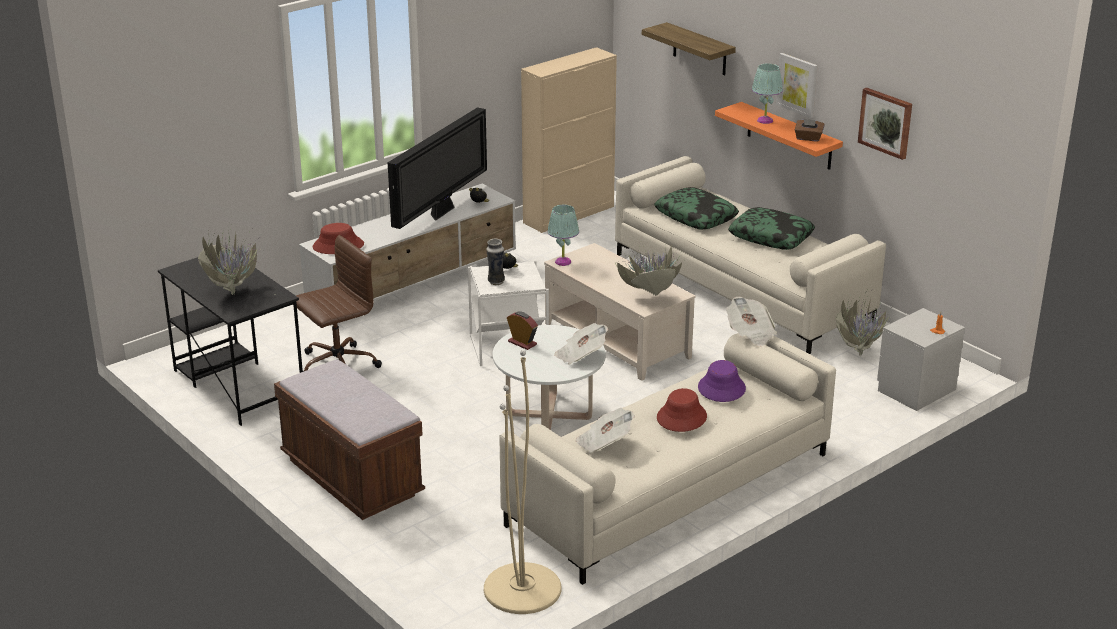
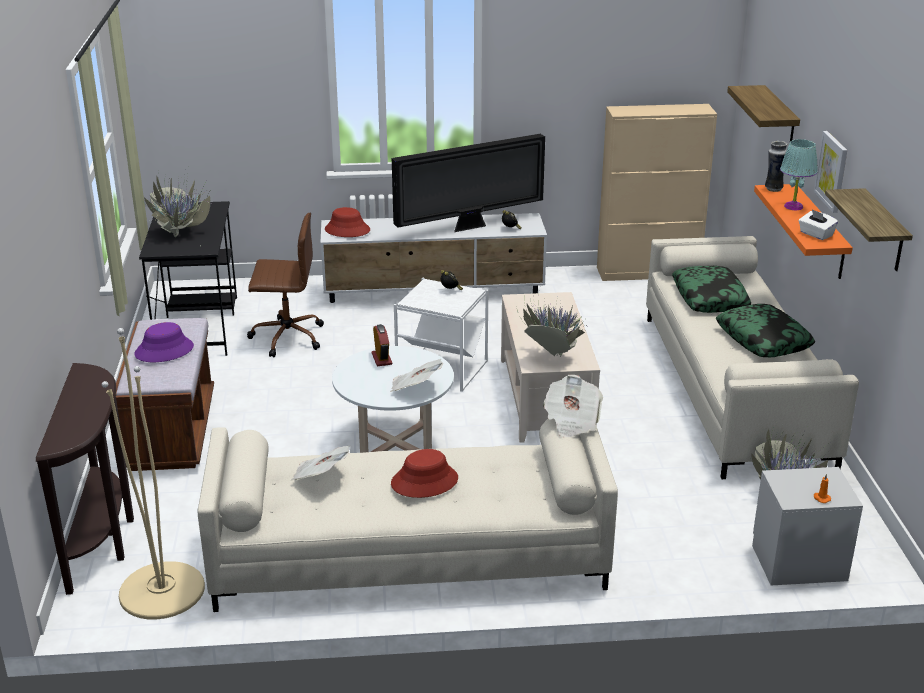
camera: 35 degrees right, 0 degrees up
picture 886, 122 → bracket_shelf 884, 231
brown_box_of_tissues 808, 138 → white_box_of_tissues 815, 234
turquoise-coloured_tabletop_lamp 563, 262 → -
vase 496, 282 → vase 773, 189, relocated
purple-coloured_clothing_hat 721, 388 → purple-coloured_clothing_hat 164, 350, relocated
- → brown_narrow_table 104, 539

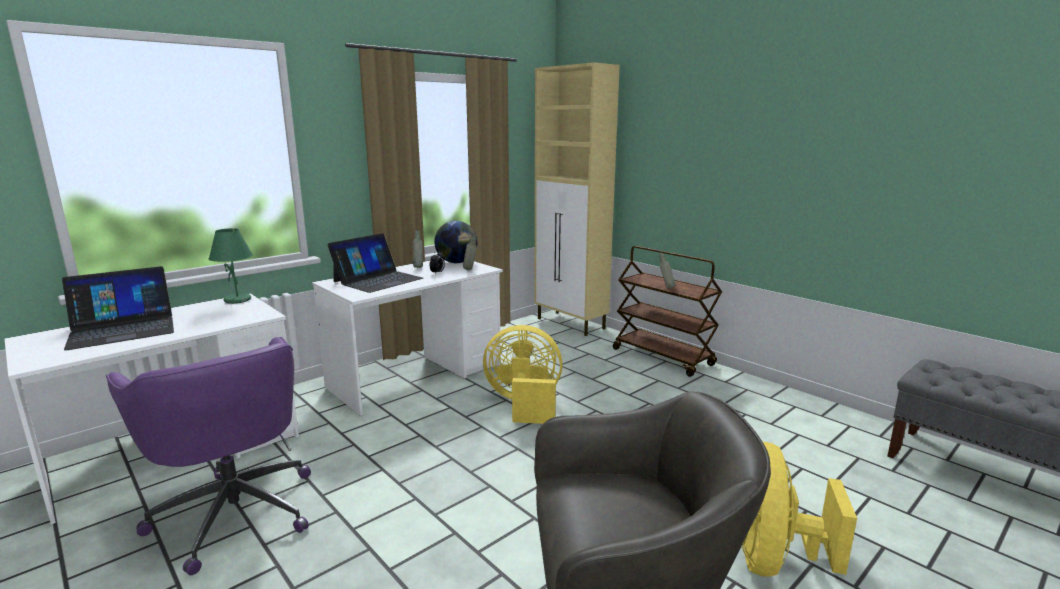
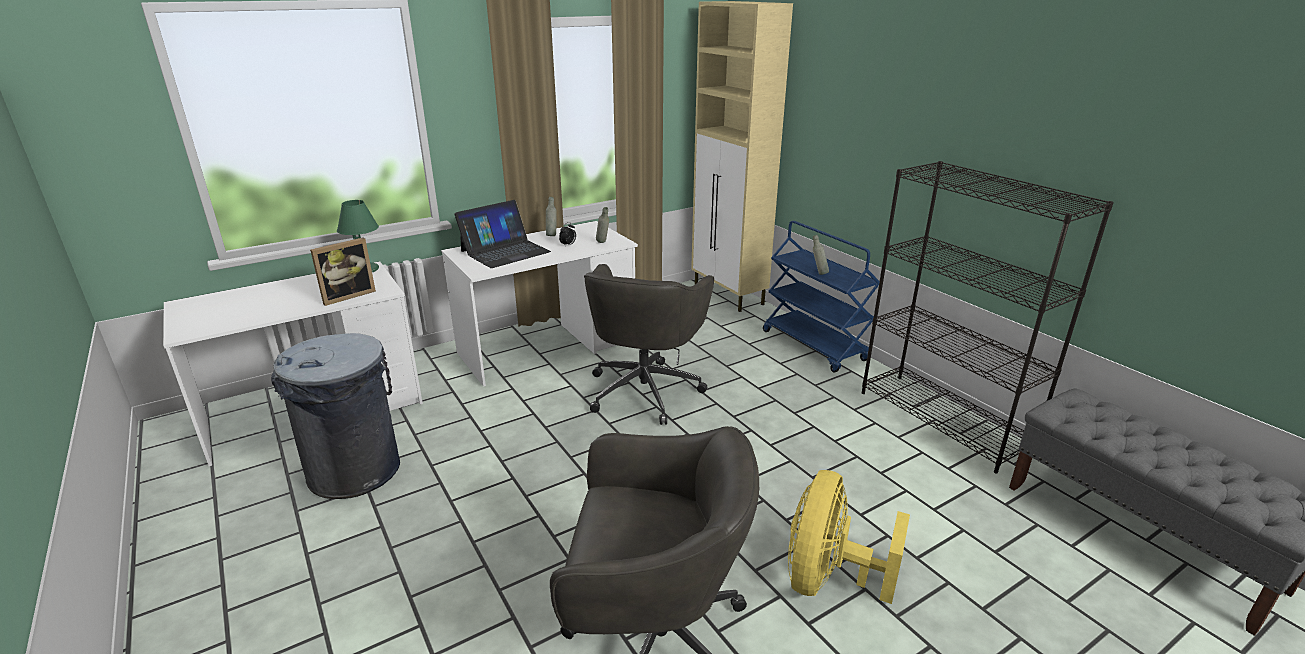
camera: 10 degrees right, 10 degrees up
globe 457, 262 → -
brown_trolley 663, 357 → blue-coloured_trolley 814, 346
notebook_computer 123, 329 → -
yellowish_electric_fan 524, 404 → greyish_desk_chair 645, 389
purple-coloured_desk_chair 235, 510 → greyish_trash_can 355, 471
- → black_bookshelf 944, 420
- → photo_frame 347, 295

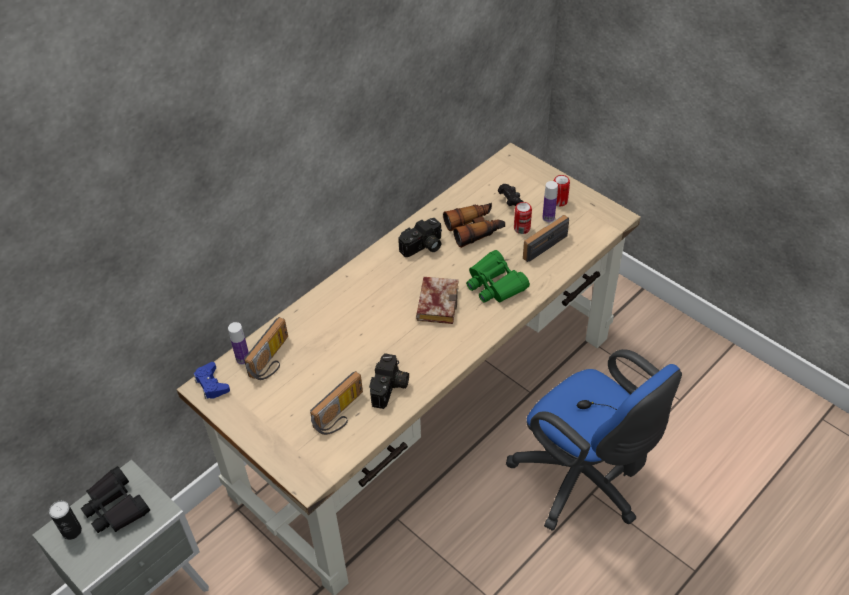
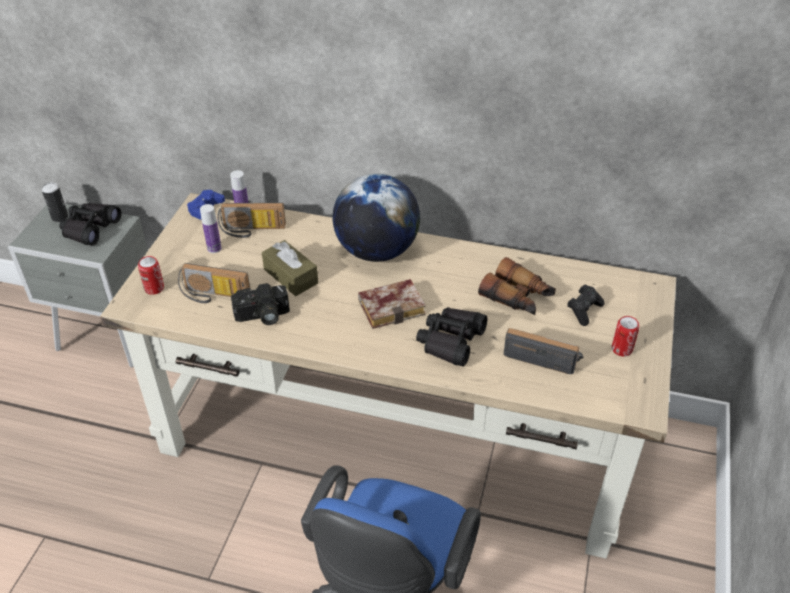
camera: 60 degrees right, 5 degrees down
drink_bottle 548, 218 → drink_bottle 214, 248, relocated
metal_can 522, 228 → metal_can 154, 288, relocated
still_camera 423, 247 → -
green-coloured_field_glasses 494, 284 → black_field_glasses 450, 341
- → globe 376, 251
- → brown_box_of_tissues 291, 276

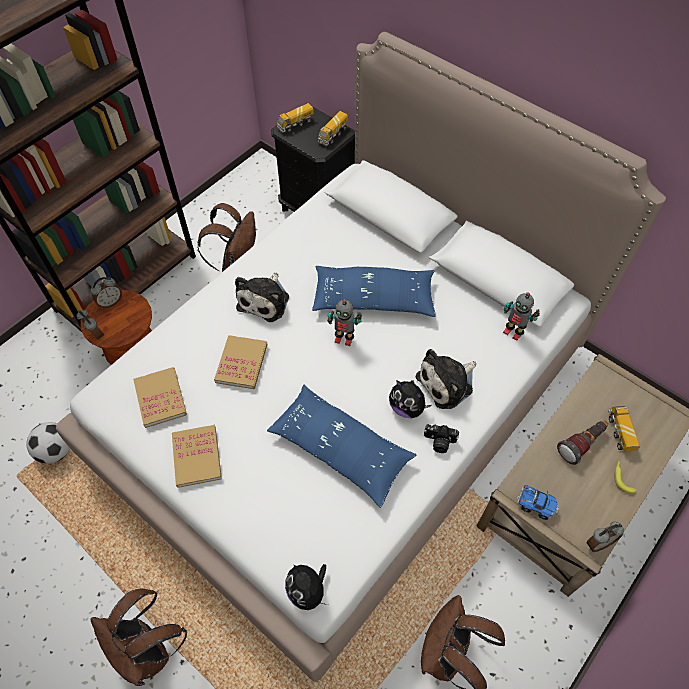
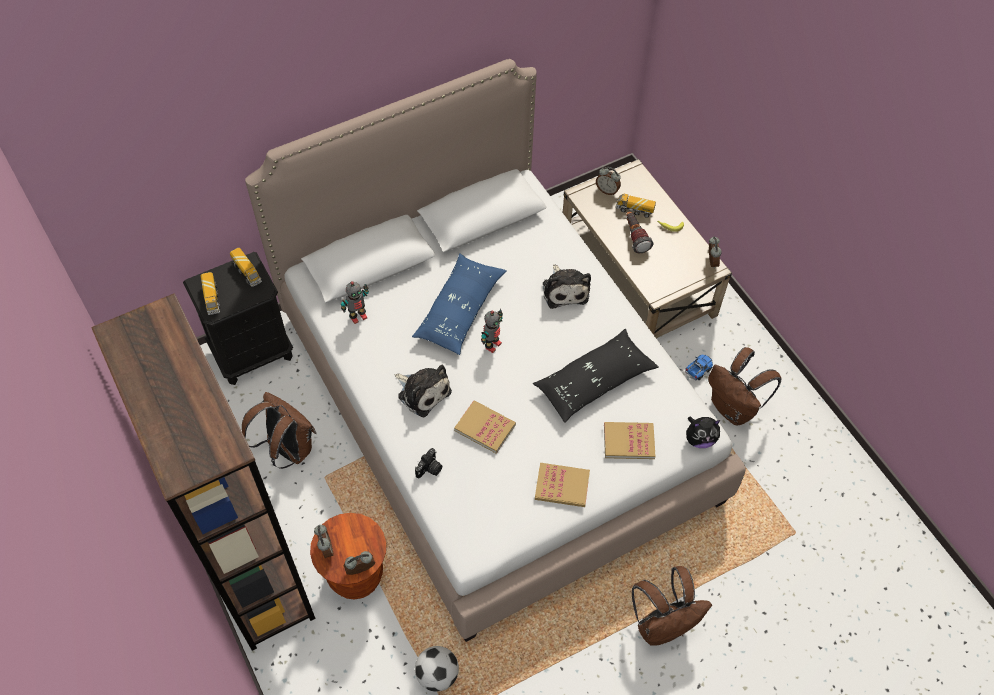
camera: 70 degrees left, 0 degrees up
robot_figure 513, 332 → robot_figure 358, 316, relocated
bound_book 160, 398 → bound_book 629, 441, relocated
cuddly_toy 407, 407 → -
blue-coloured_pillow 340, 449 → black_pillow 594, 382
still_camera 439, 442 → still_camera 429, 469, relocated
toy_lorry 535, 505 → toy_lorry 698, 370, relocated
- → table_clock 607, 190

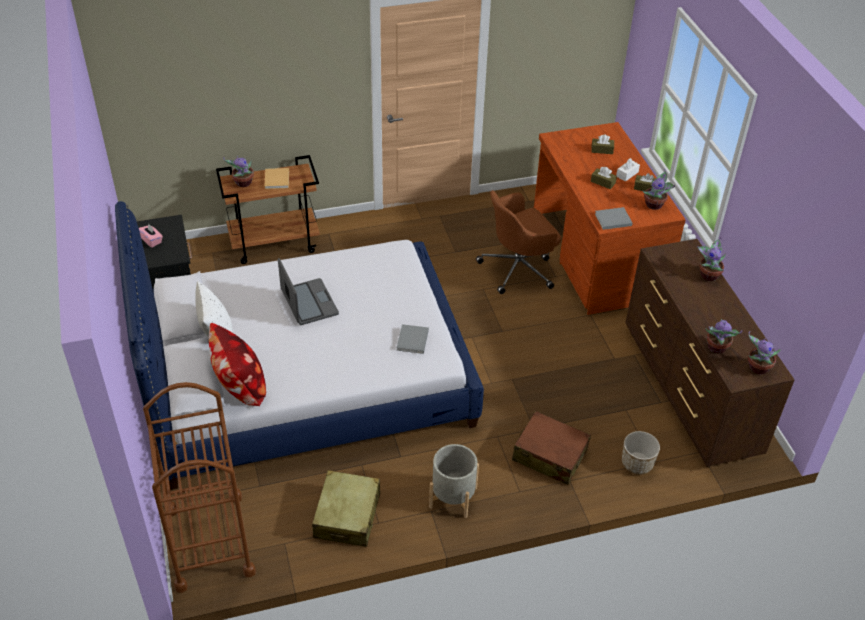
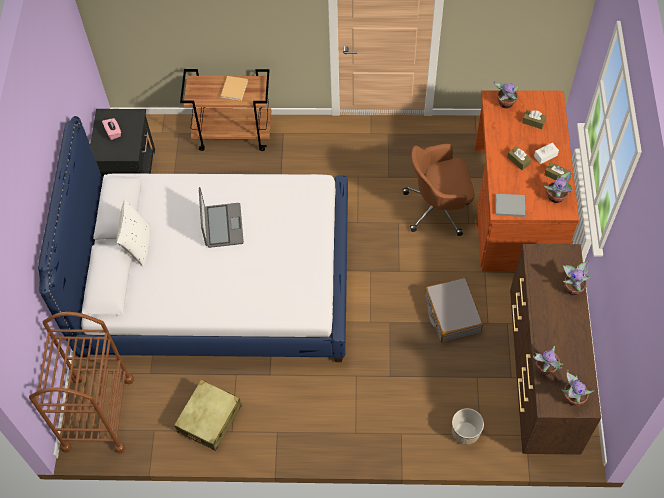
camera: 20 degrees right, 15 degrees up
houseplant 243, 183 → houseplant 505, 103, relocated
pillow 240, 387 → -
greyish_bound_book 412, 341 → -
brown_suitcase 549, 455 → -
greyish_plant_pot 453, 497 → -
- → greyish_suitcase 452, 314

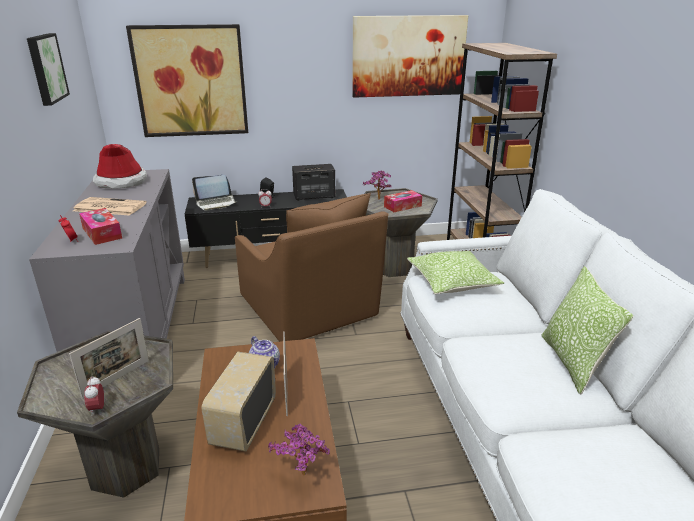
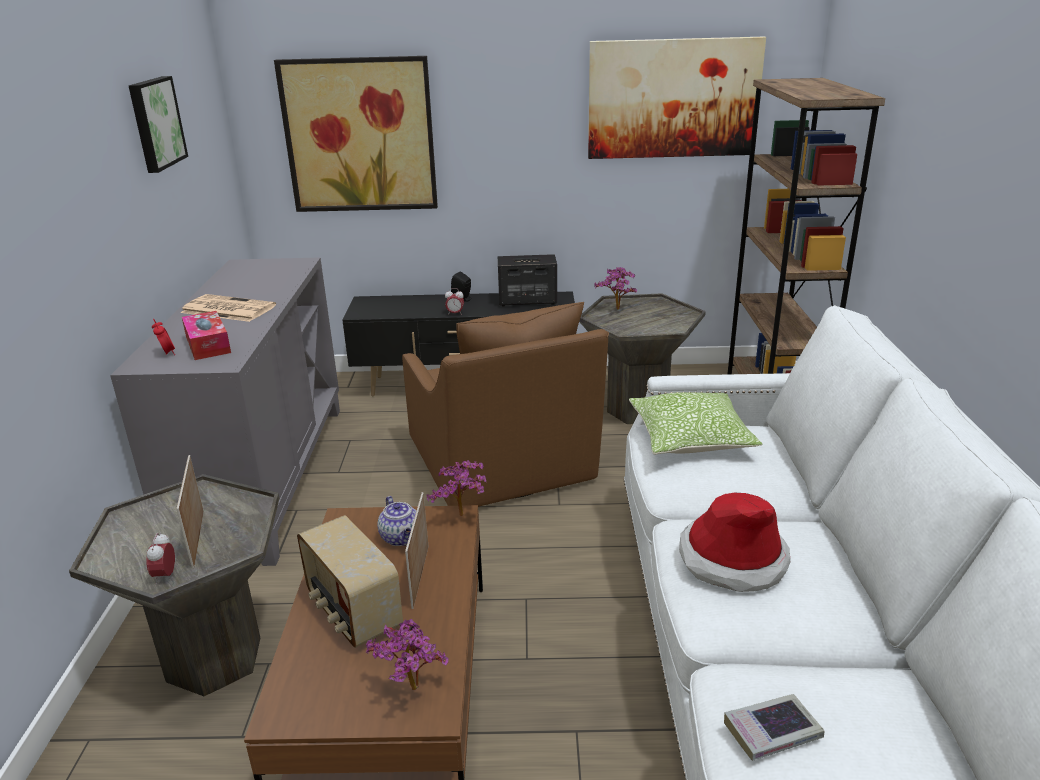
camera: 10 degrees right, 0 degrees up
clothing_hat 121, 182 → clothing_hat 732, 559, relocated
notebook_computer 216, 203 → -
box_of_tissues 402, 206 → -
pillow 572, 362 → -
photo_frame 117, 378 → photo_frame 198, 539, 120 degrees clockwise
radio_set 243, 423 → radio_set 352, 612, 60 degrees counterclockwise
- → houseplant 463, 518
- → bound_book 772, 732

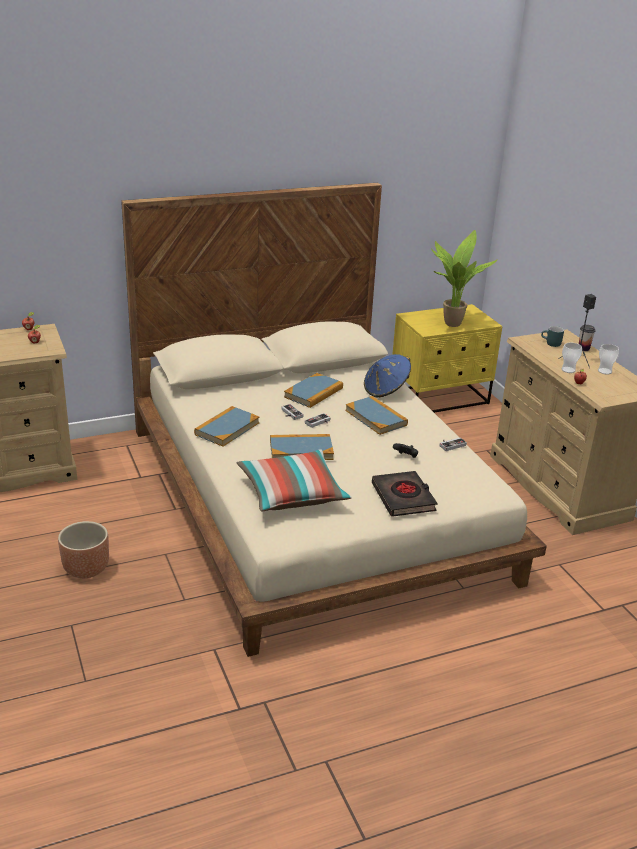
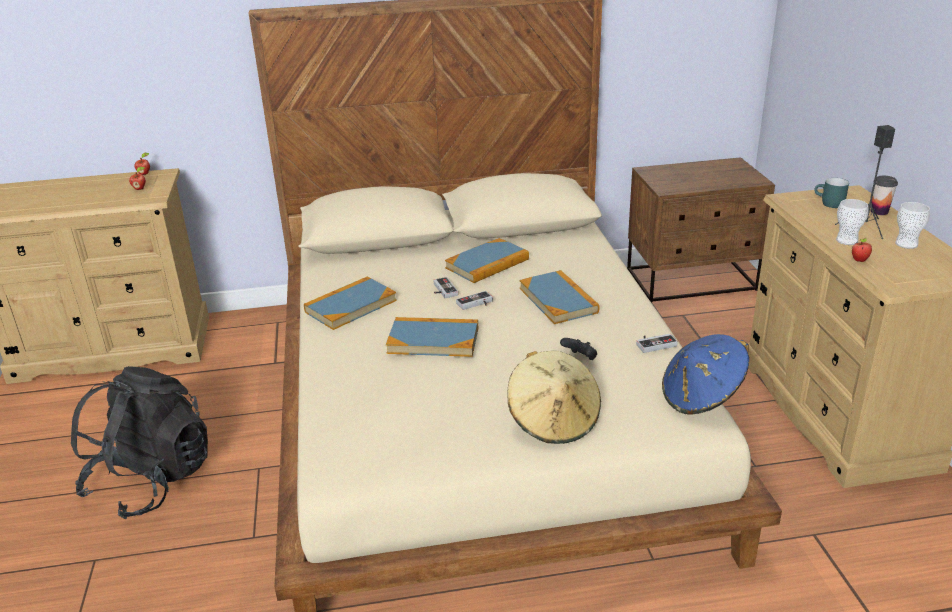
camera: 15 degrees right, 0 degrees up
houseplant 450, 323 → -
yellowish_bedside_table 440, 398 → brown_bedside_table 692, 280
blue-coloured_clothing_hat 386, 390 → blue-coloured_clothing_hat 702, 397, relocated
pillow 292, 494 → -
black_bound_book 403, 498 → sand-coloured_clothing_hat 553, 421
brown_plant_pot 85, 569 → black_rucksack 151, 481

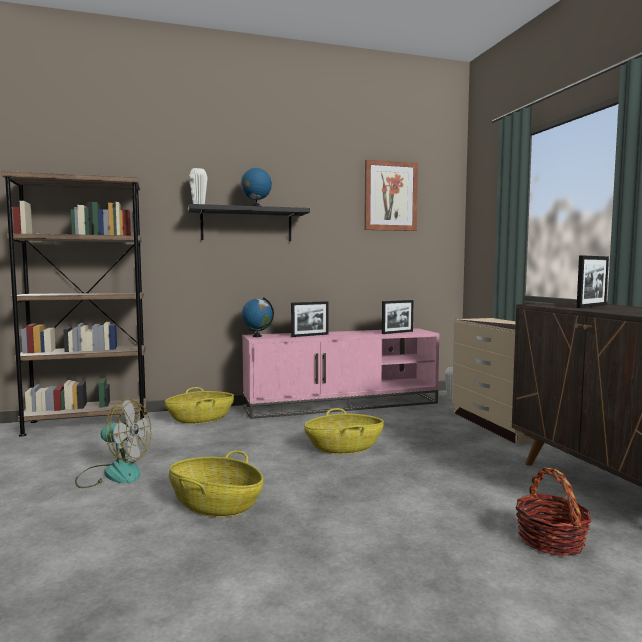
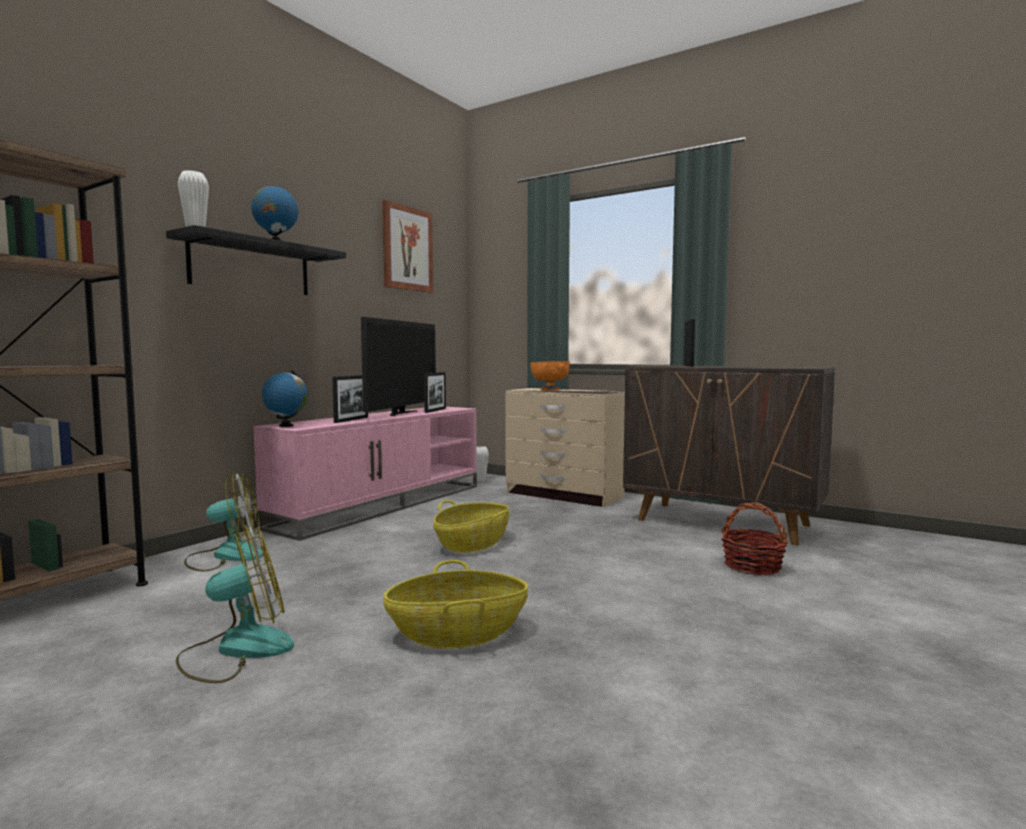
camera: 40 degrees left, 0 degrees up
storage_basket 200, 419 → electric_fan 225, 556
- → TV 401, 413
- → orange-coloured_deep_dish 550, 390

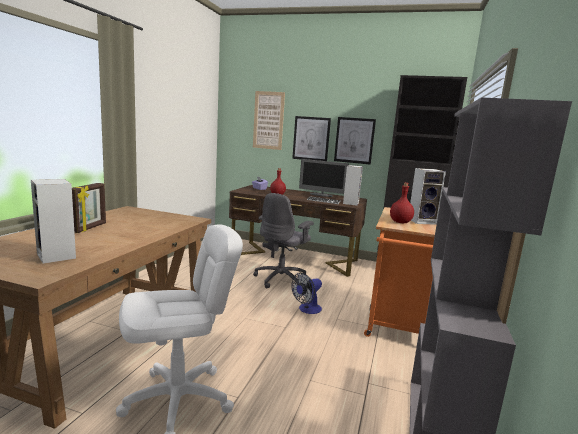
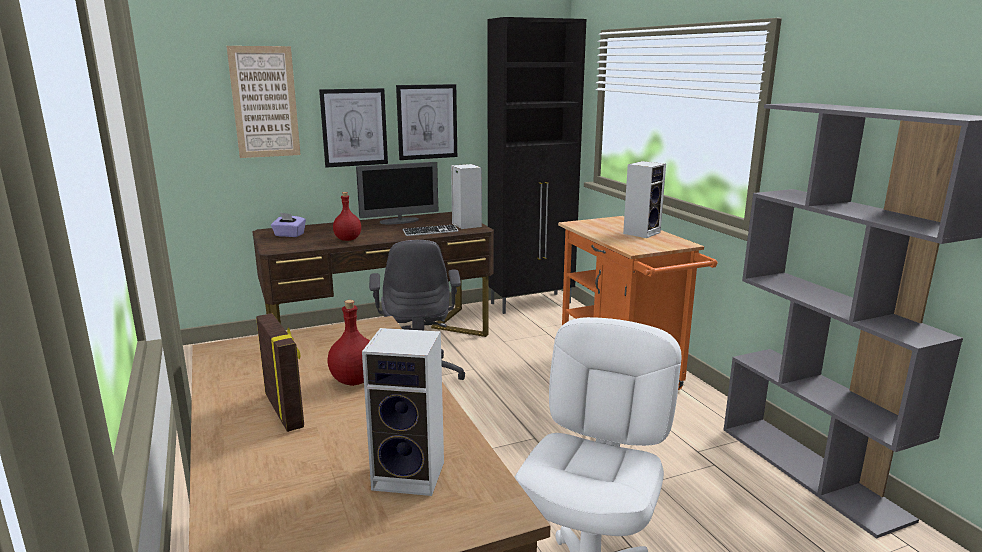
camera: 40 degrees left, 5 degrees up
red_drink_bottle 400, 222 → red_drink_bottle 355, 381, relocated
electric_fan 307, 310 → -

